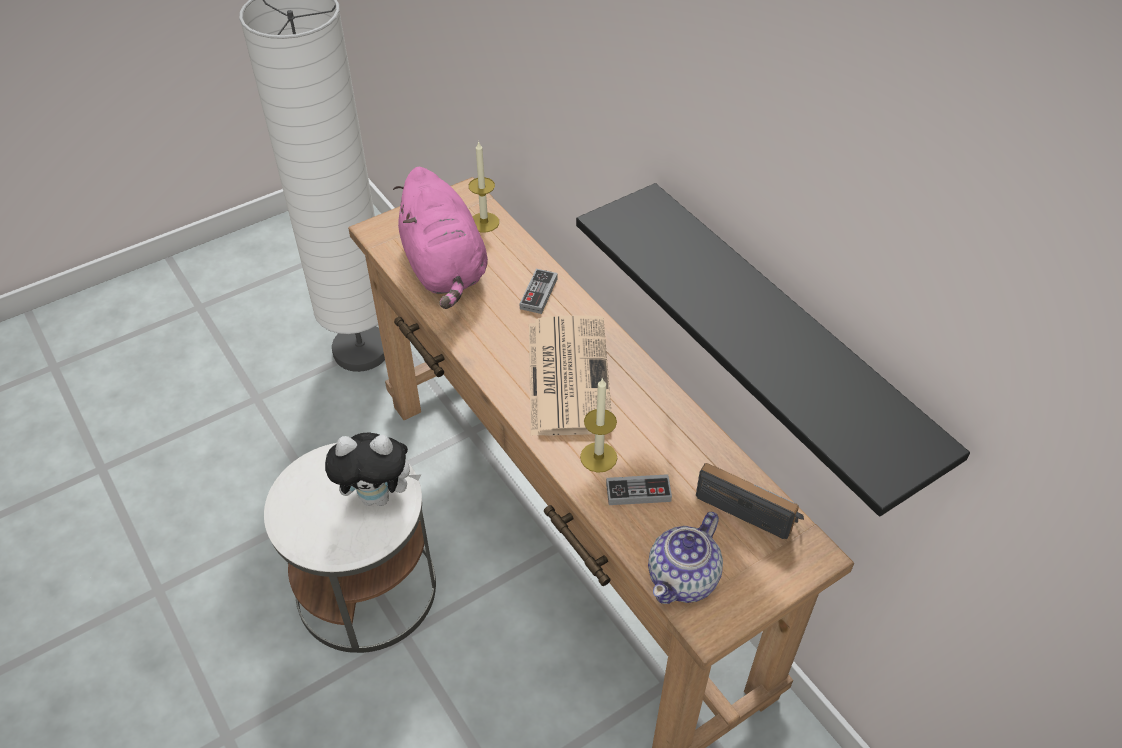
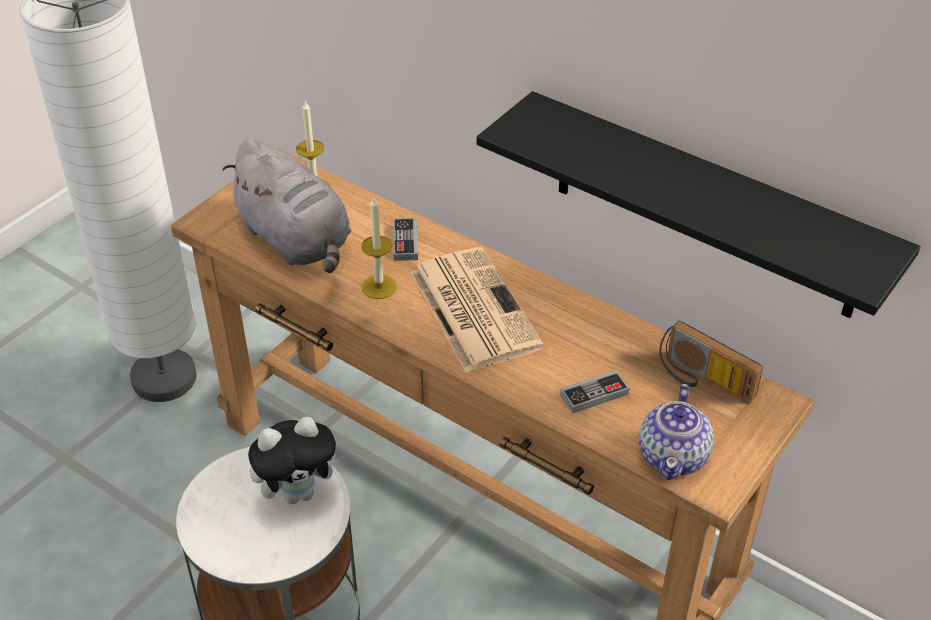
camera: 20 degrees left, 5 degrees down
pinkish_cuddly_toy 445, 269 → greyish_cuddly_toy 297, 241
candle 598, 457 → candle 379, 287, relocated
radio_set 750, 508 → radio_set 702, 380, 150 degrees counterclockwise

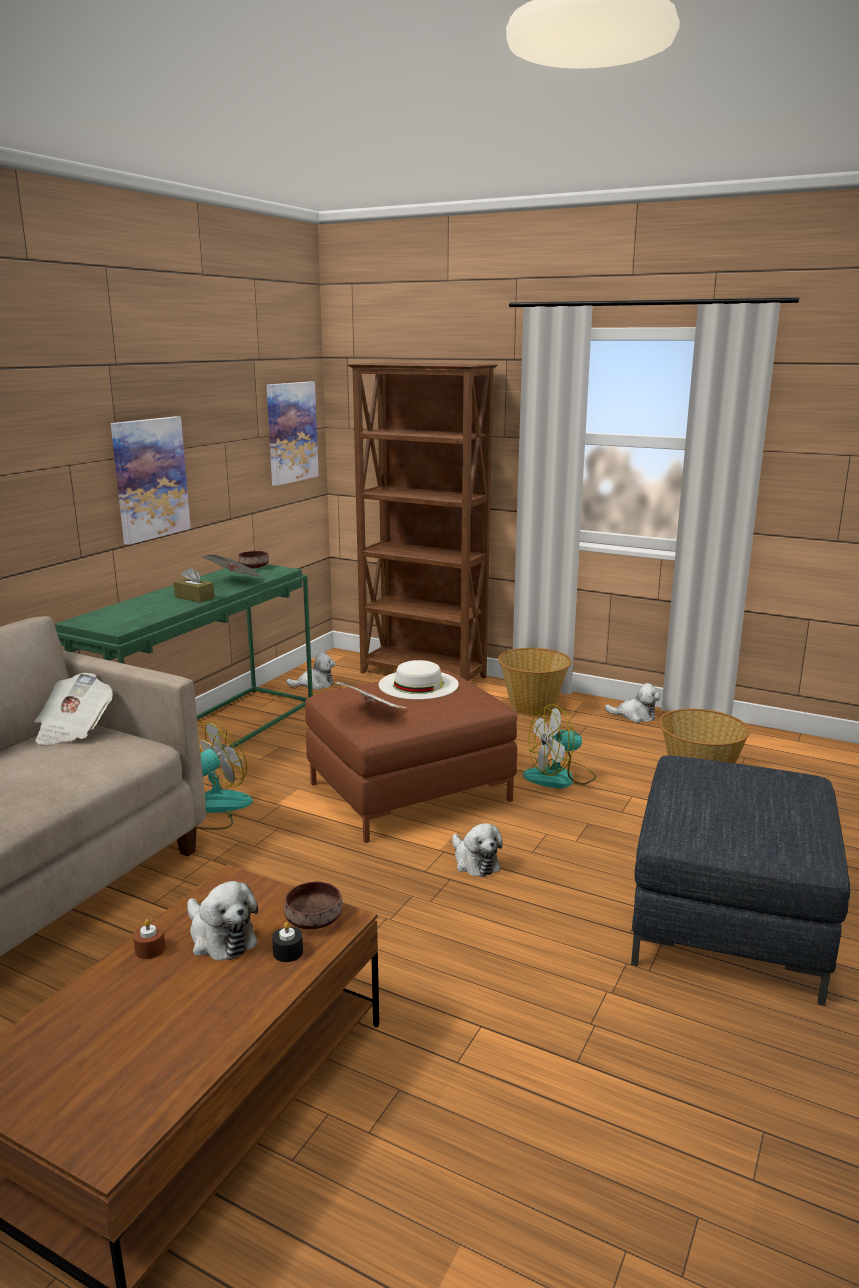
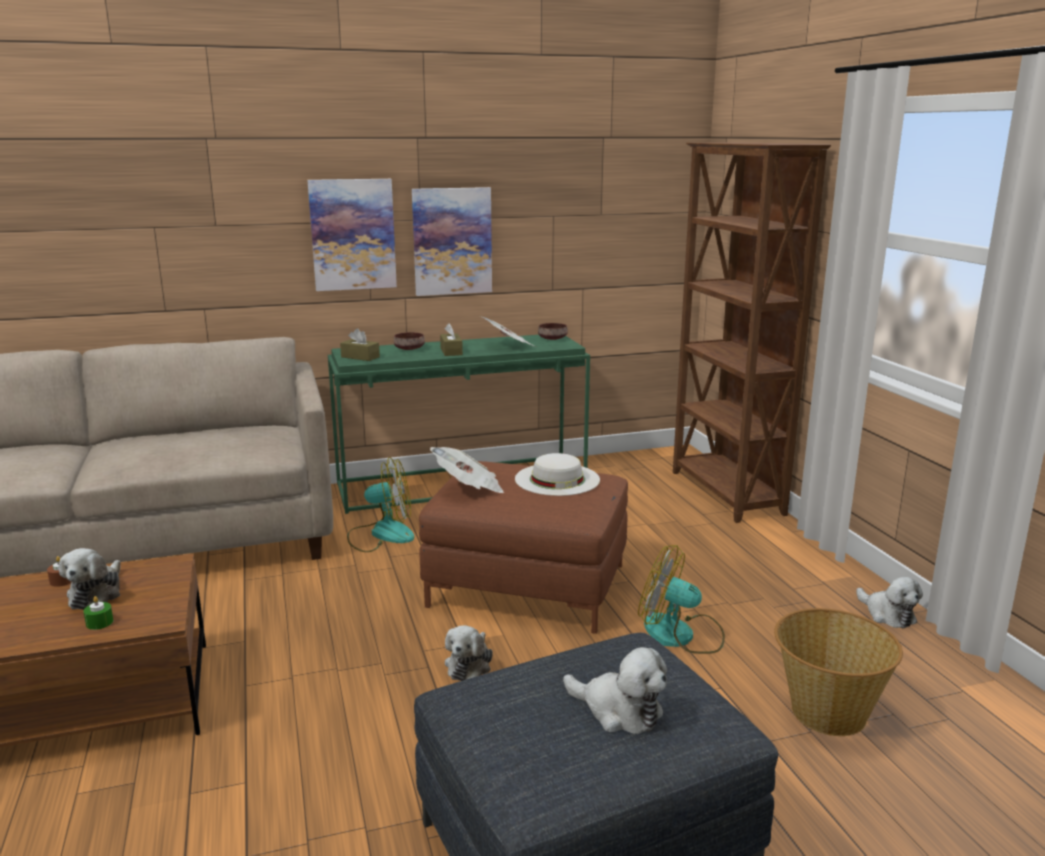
camera: 45 degrees right, 0 degrees up
picture 291, 432 → picture 353, 234, relocated
storage_basket 532, 707 → -
cuddly_toy 314, 684 → cuddly_toy 618, 710, relocated
newspaper 72, 729 → -
brown_deep_dish 312, 919 → brown_deep_dish 409, 349, relocated
black_candle 288, 952 → green-coloured_candle 99, 622
- → brown_box_of_tissues 360, 357

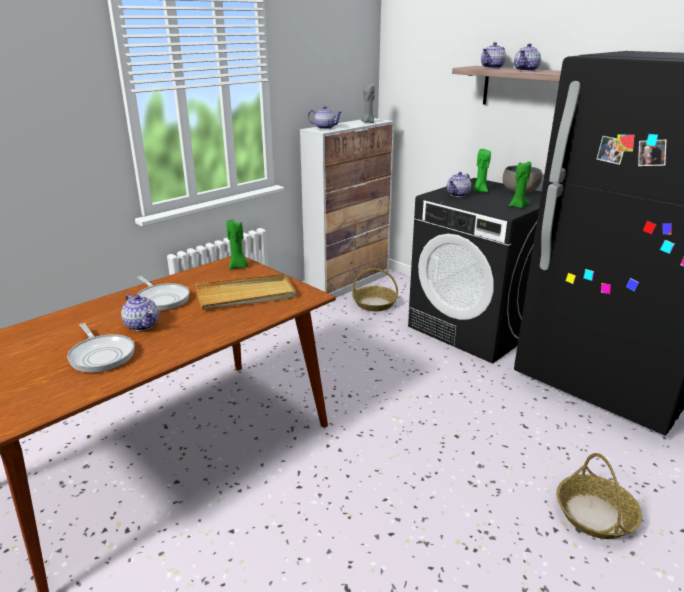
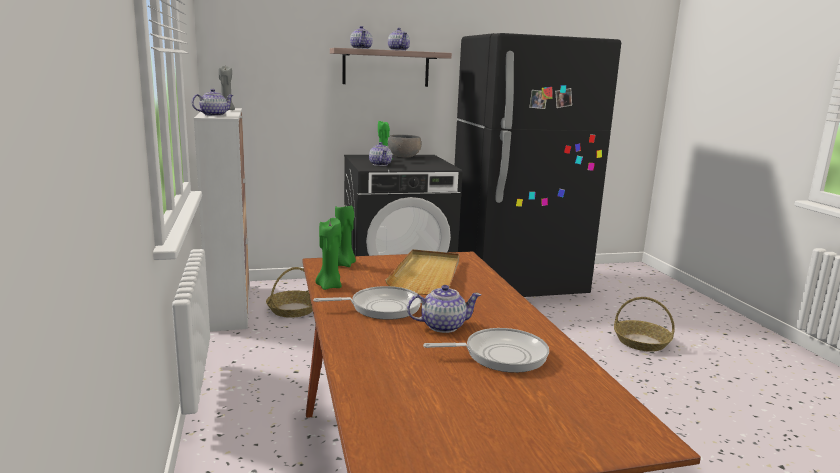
camera: 60 degrees left, 10 degrees down
green-coloured_candle 517, 206 → green-coloured_candle 329, 286, relocated

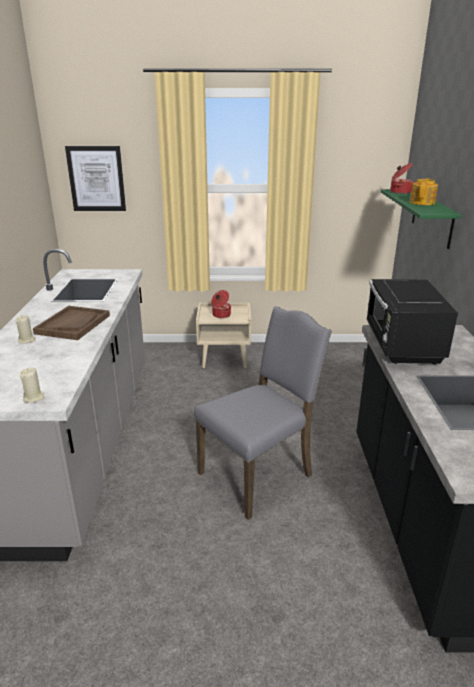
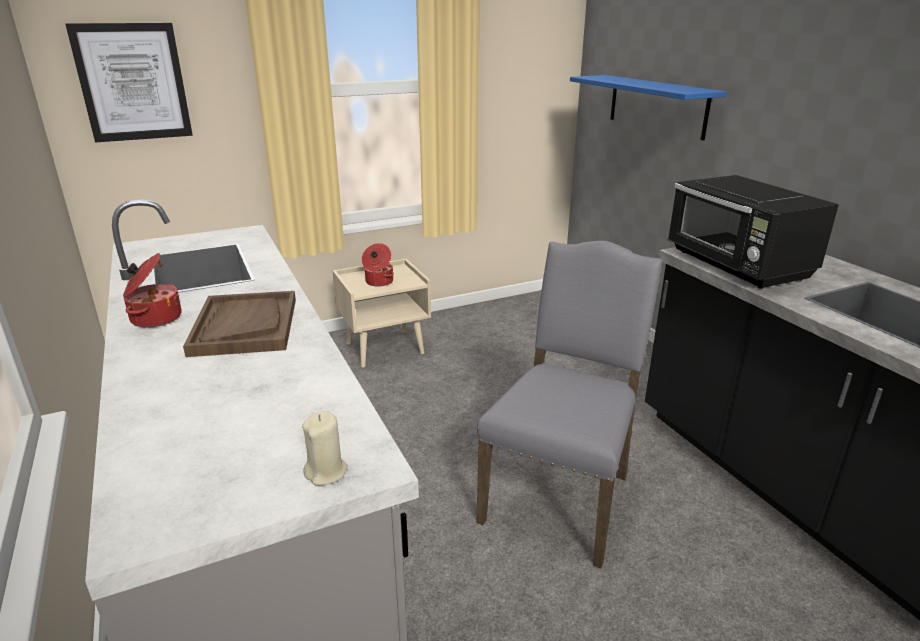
camera: 25 degrees left, 0 degrees up
cooking_pot 399, 192 → cooking_pot 155, 318, relocated
teapot 422, 202 → -
green-coloured_bracket_shelf 432, 217 → blue-coloured_bracket_shelf 656, 105
sand-coloured_candle 27, 340 → -

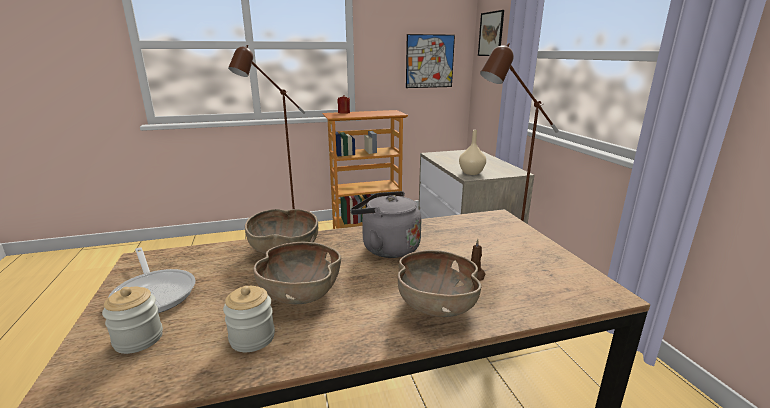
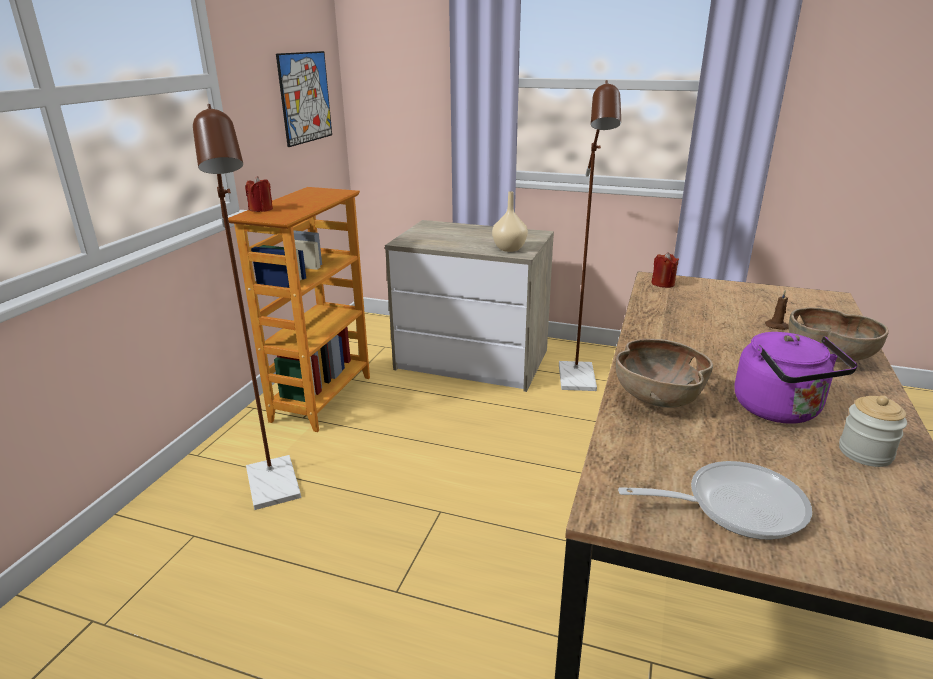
camera: 55 degrees left, 5 degrees up
picture 491, 34 → -
greyish_kettle 387, 248 → -
brown_deep_dish 300, 294 → purple-coloured_kettle 780, 410
preserve_jar 138, 339 → -
- → red_candle 663, 284

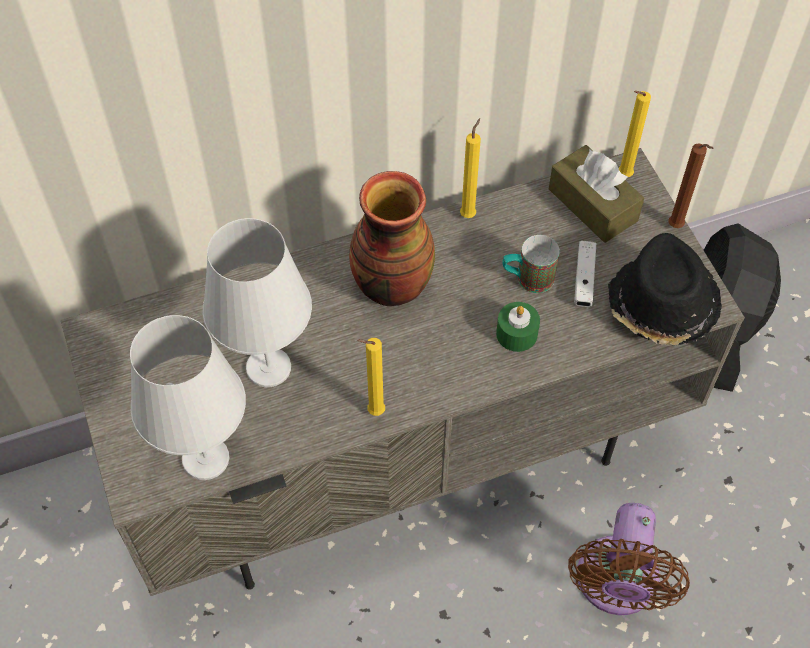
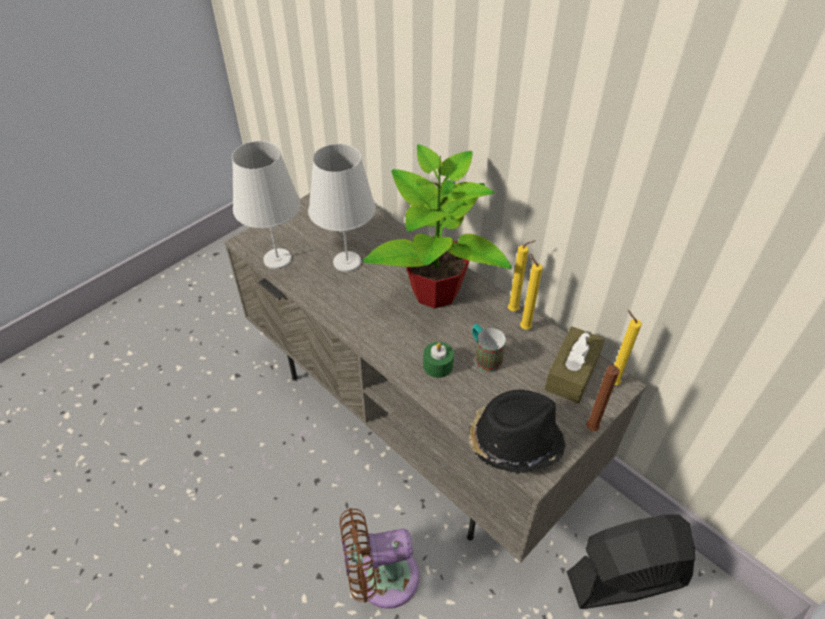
camera: 65 degrees right, 10 degrees down
vase 390, 285 → houseplant 435, 292
white_game_controller 584, 279 → -
yellowish_candle 373, 412 → yellowish_candle 523, 327, relocated

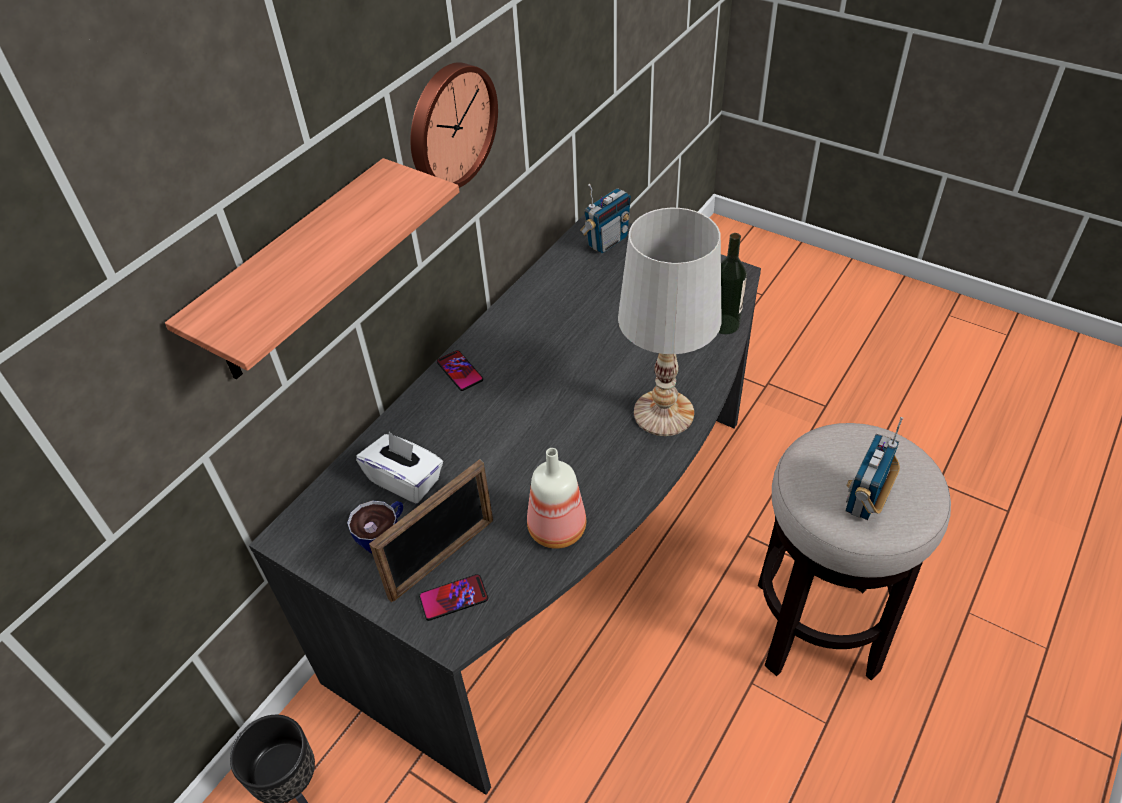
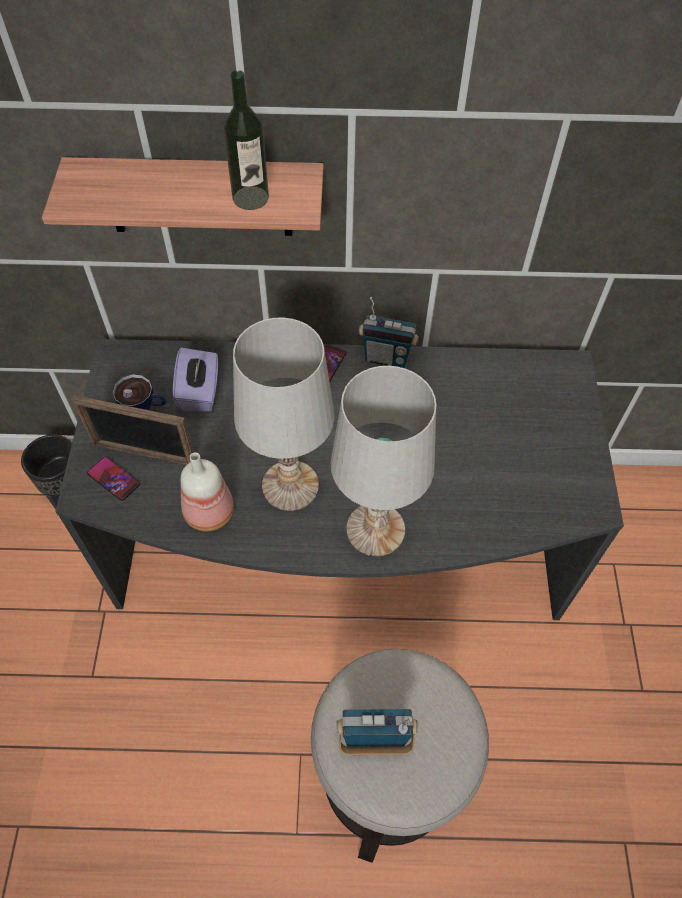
camera: 55 degrees right, 10 degrees up
clock_on_the_wall 449, 125 → -
radio_set 607, 241 → radio_set 386, 358, relocated
drink_bottle 724, 324 → drink_bottle 250, 198, relocated
white_box_of_tissues 405, 480 → purple-coloured_box_of_tissues 200, 392
- → white_tabletop_lamp 289, 486

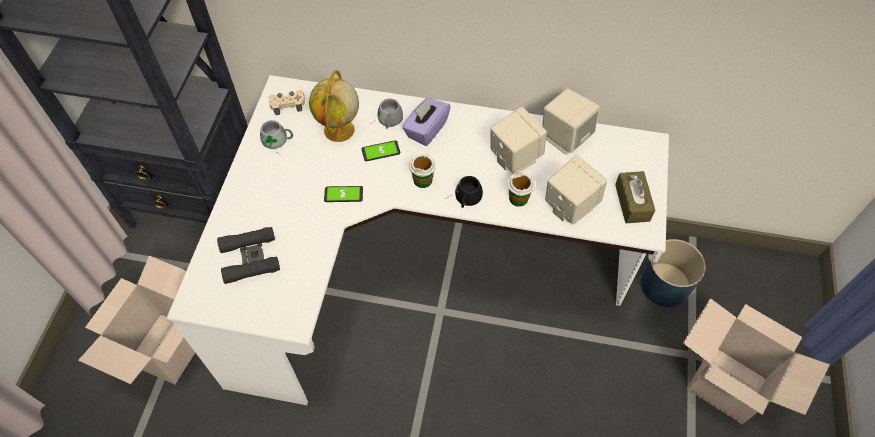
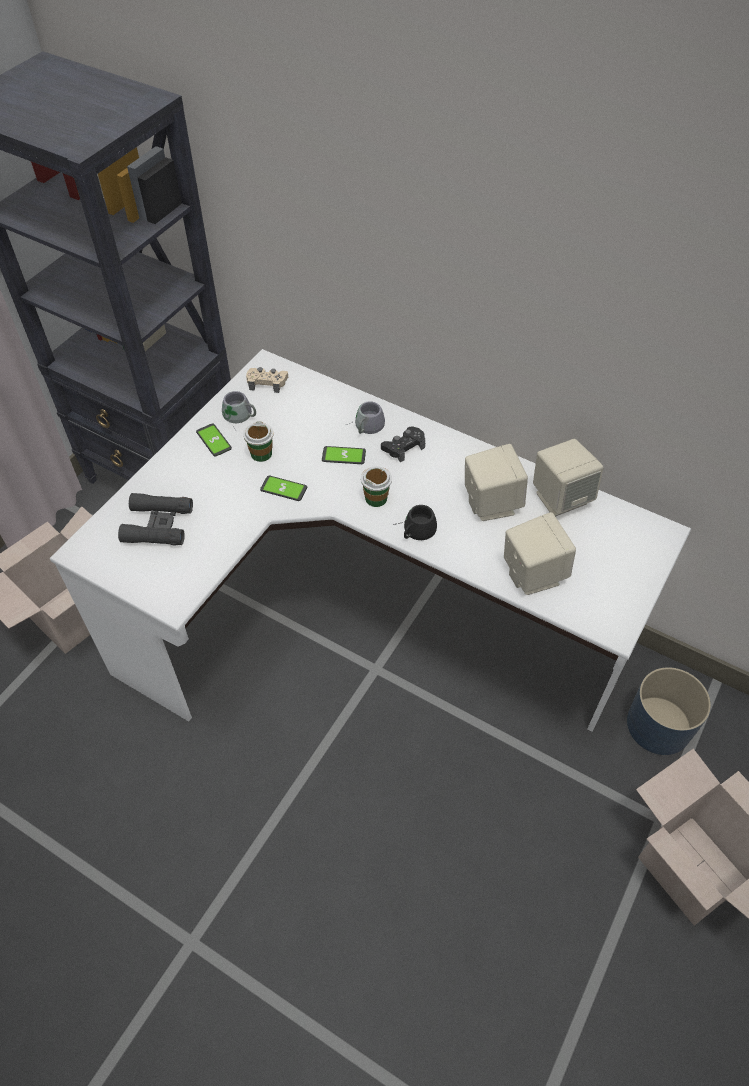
camera: 20 degrees right, 5 degrees down
globe 339, 131 → -
purple-coloured_box_of_tissues 426, 130 → black_game_controller 403, 447
brown_box_of_tissues 632, 202 → -
drinking_cup 518, 198 → drinking_cup 261, 454, relocated
- → telephone 214, 440

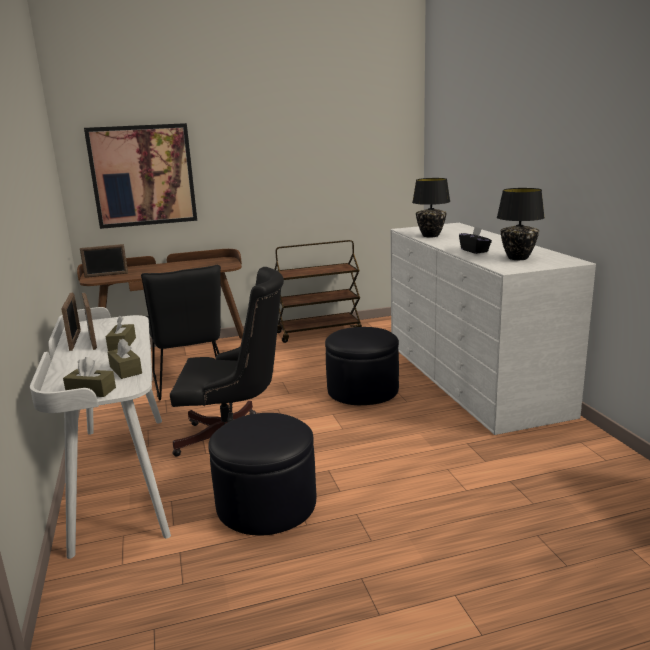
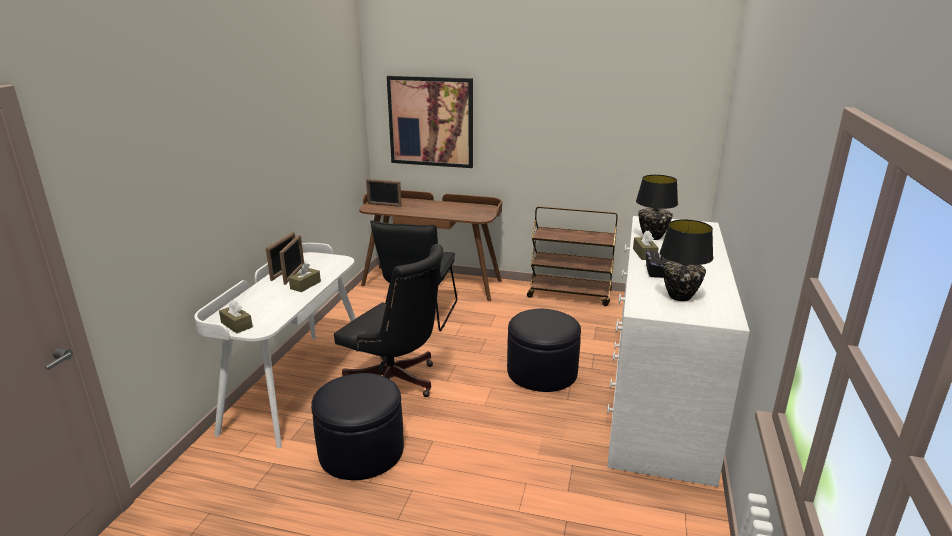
camera: 30 degrees right, 5 degrees up
brown_box_of_tissues 125, 370 → brown_box_of_tissues 644, 254, relocated

